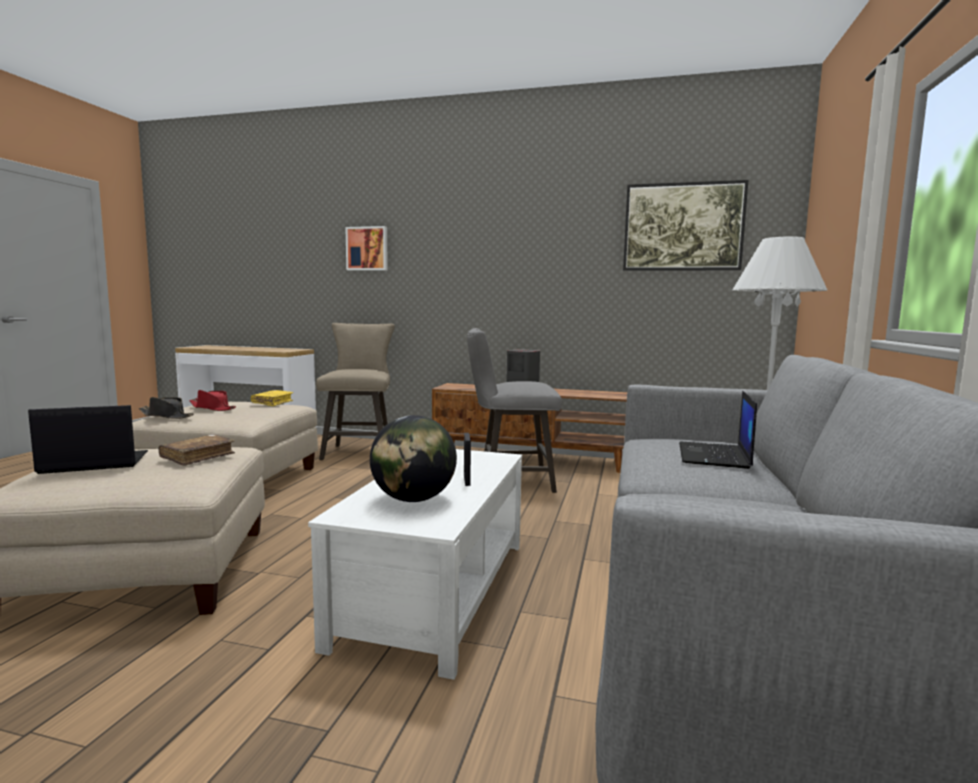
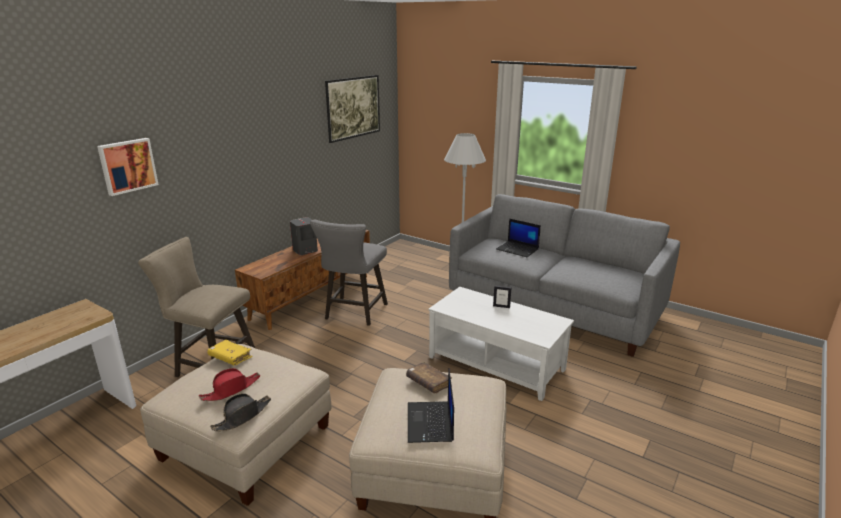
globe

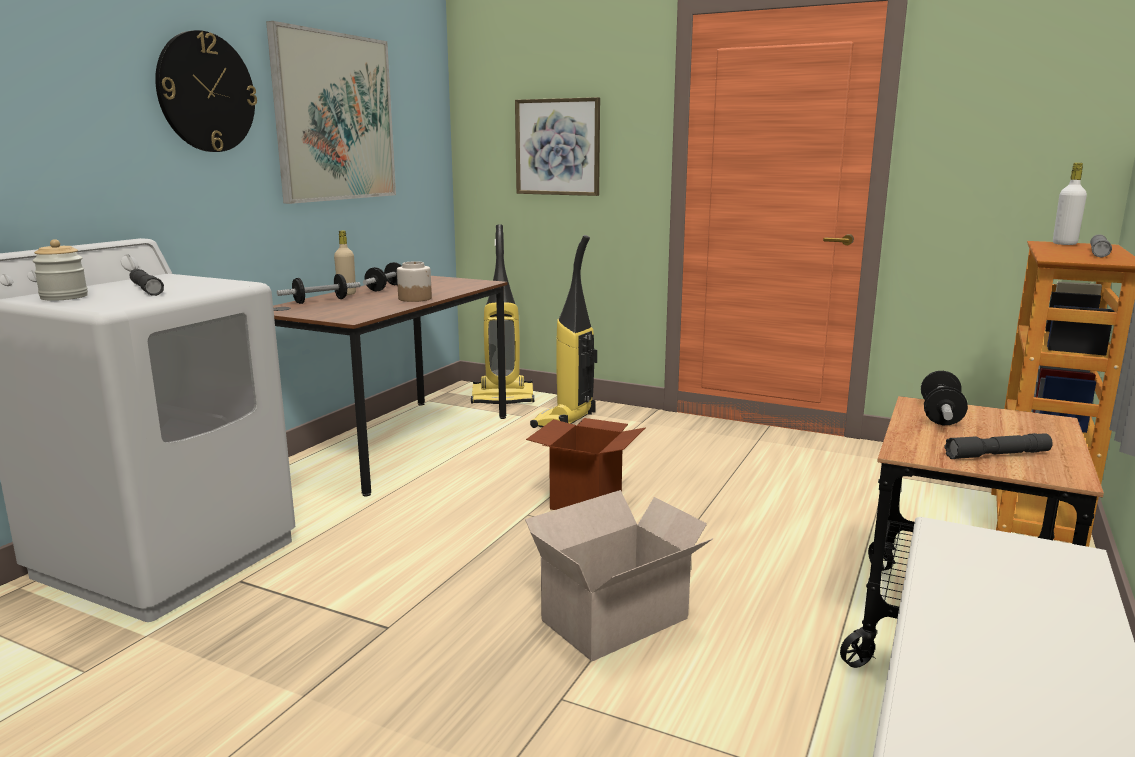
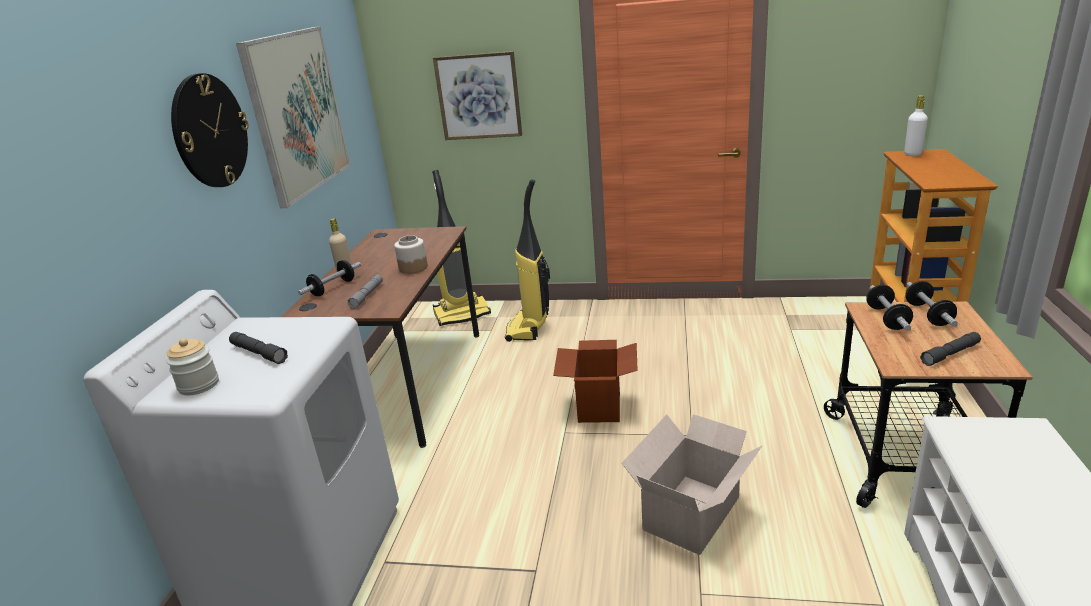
grey flashlight (no. 2 from left); dumbbell (no. 3 from left)

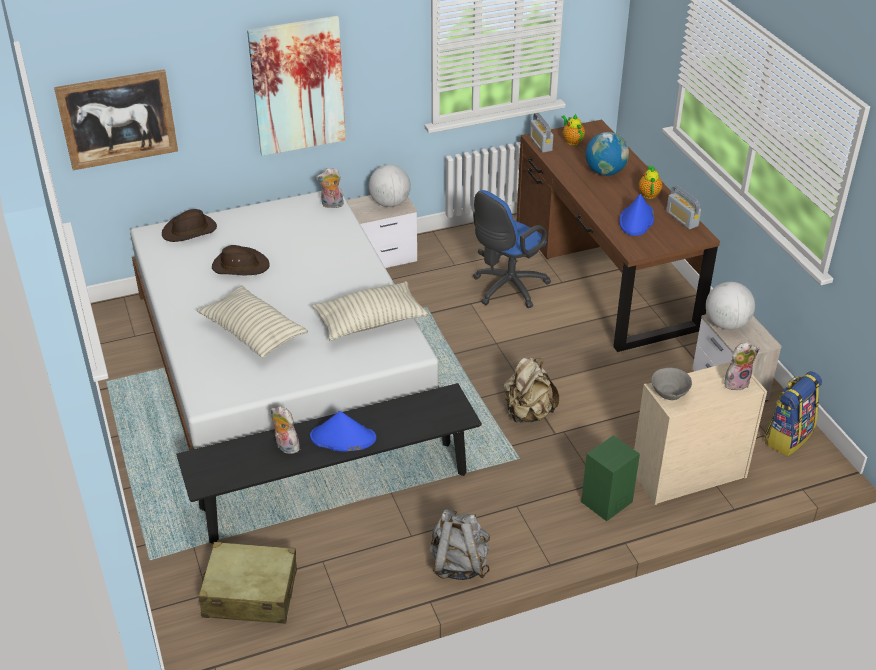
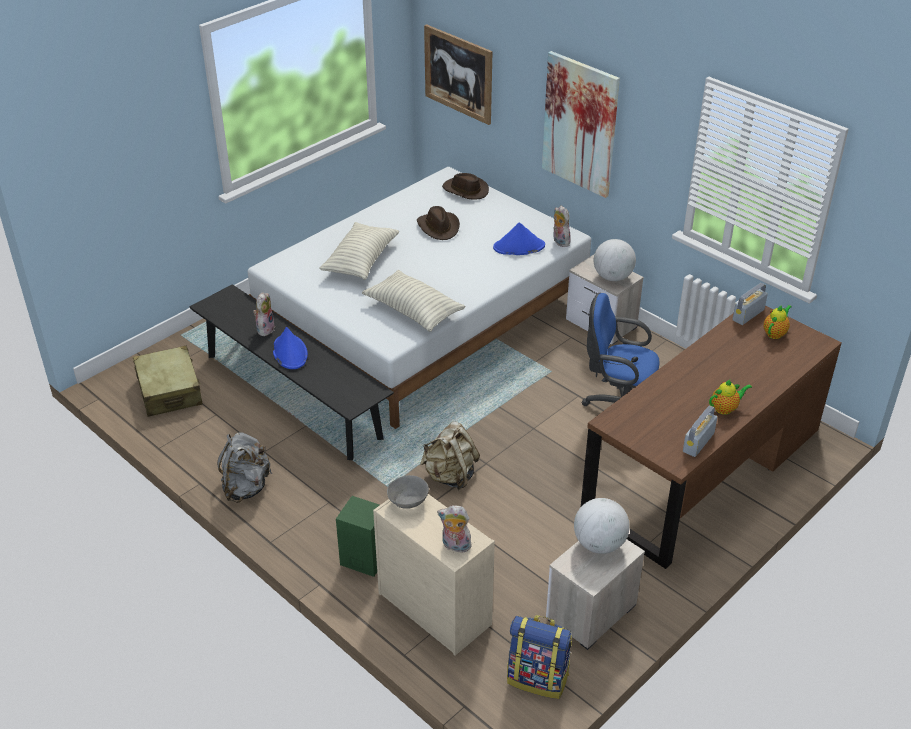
plush toy (no. 2 from left); blue hat (no. 2 from left); globe (no. 2 from left in the first image)

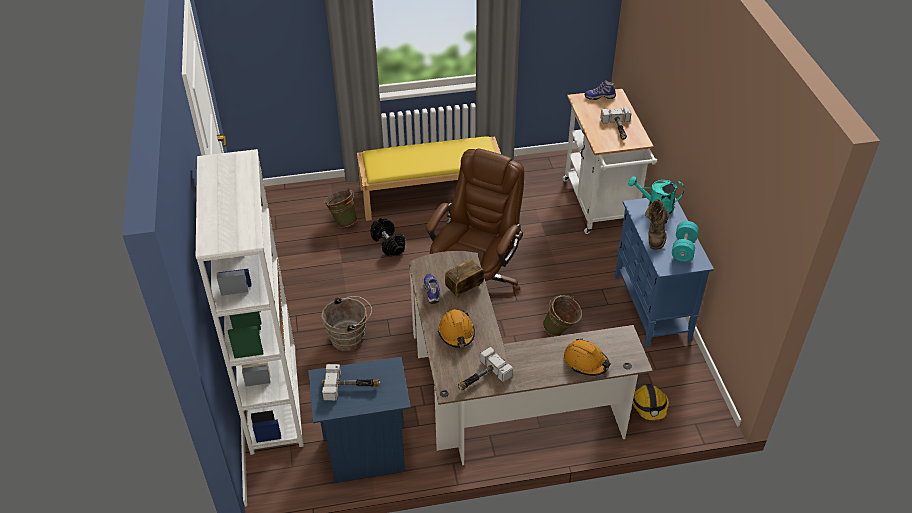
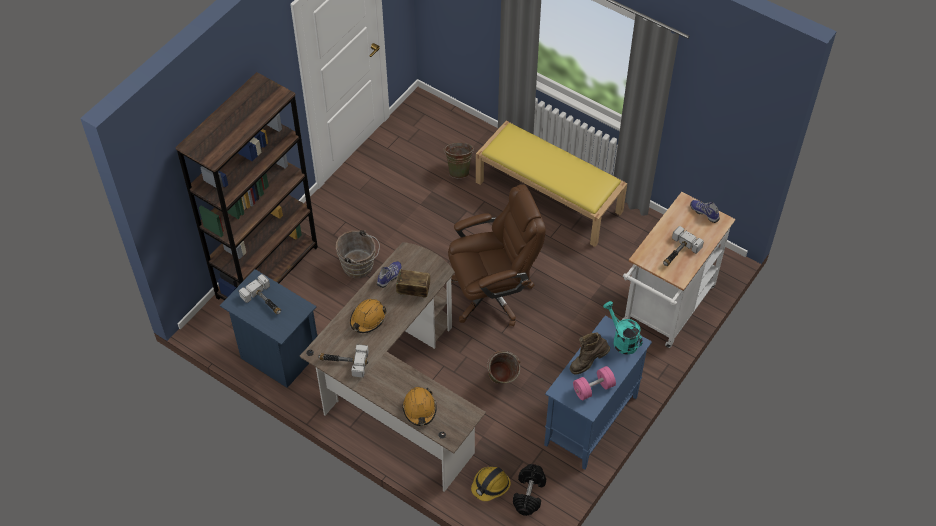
brown bookcase; black dumbbell; pink dumbbell

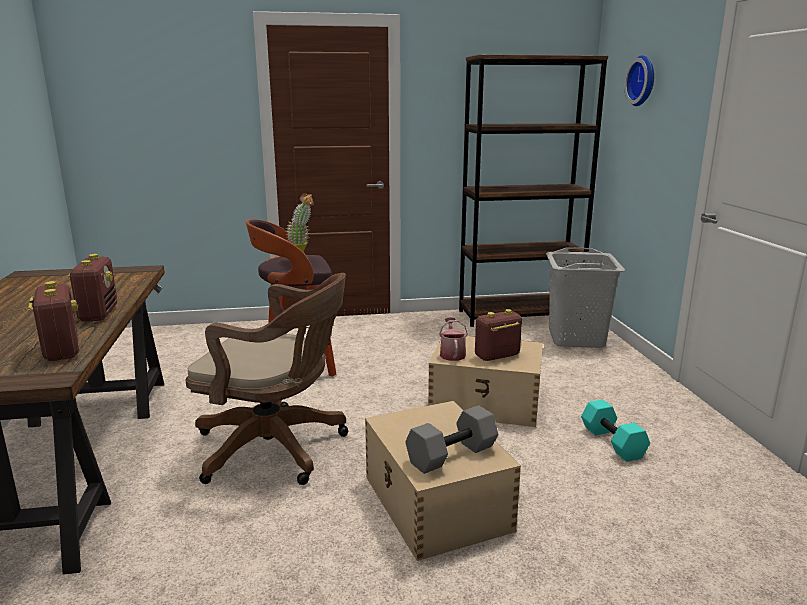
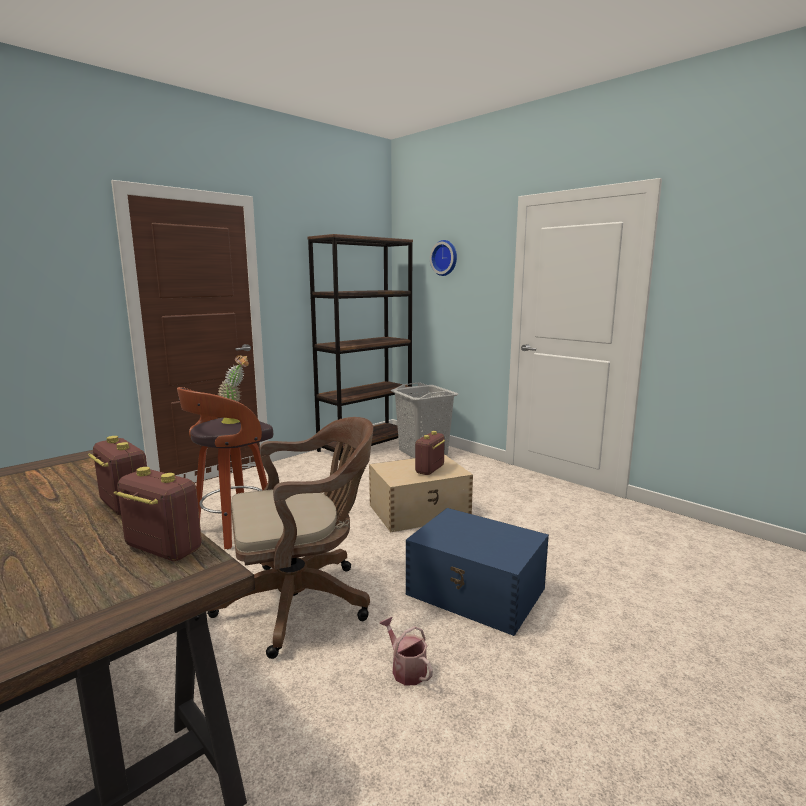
watering can; blue storage box; grey dumbbell; turquoise dumbbell

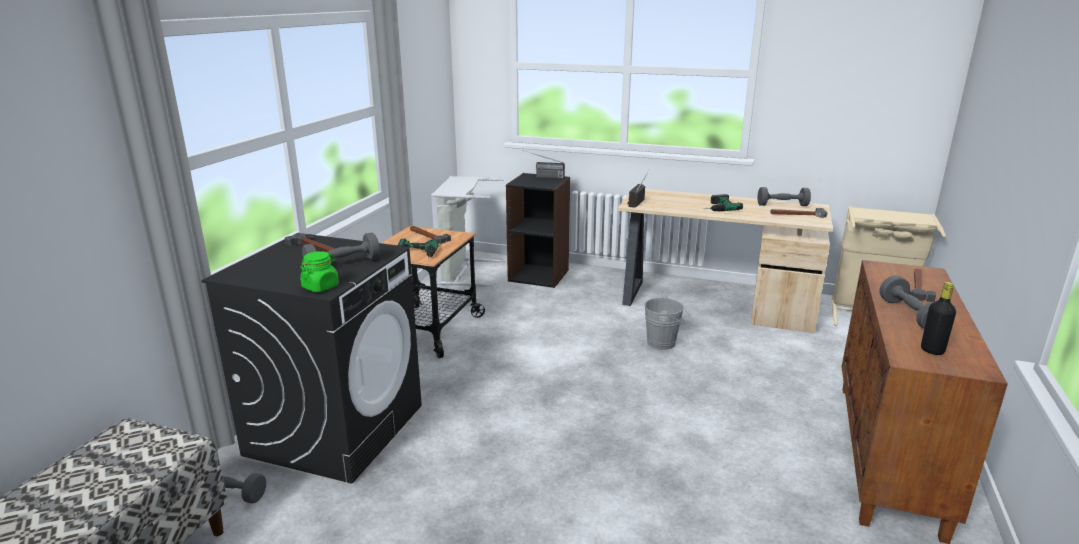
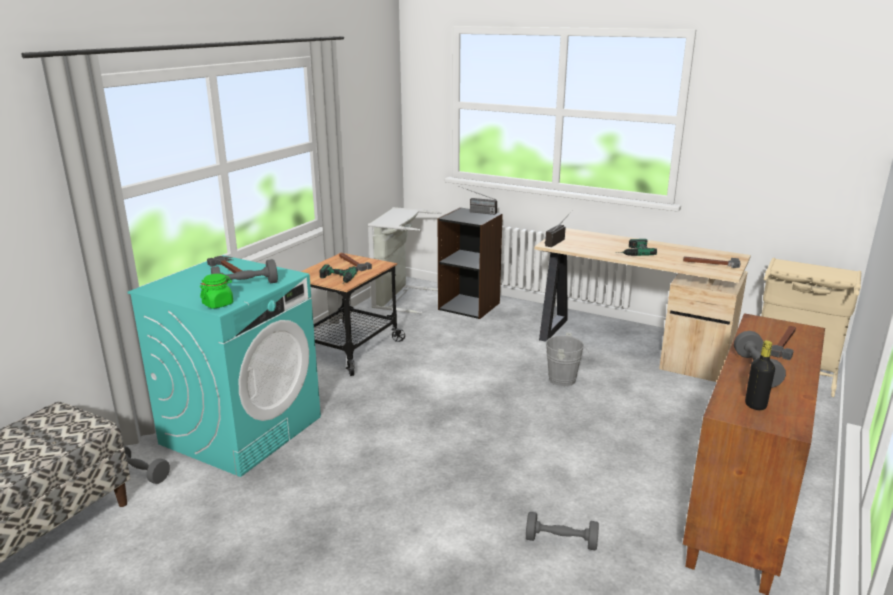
turquoise washing machine; grey dumbbell (no. 3 from left)

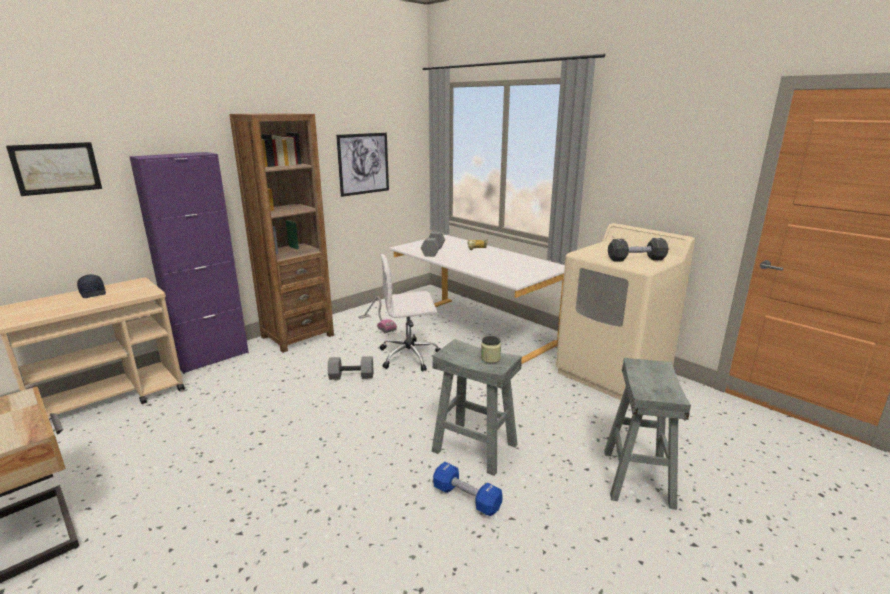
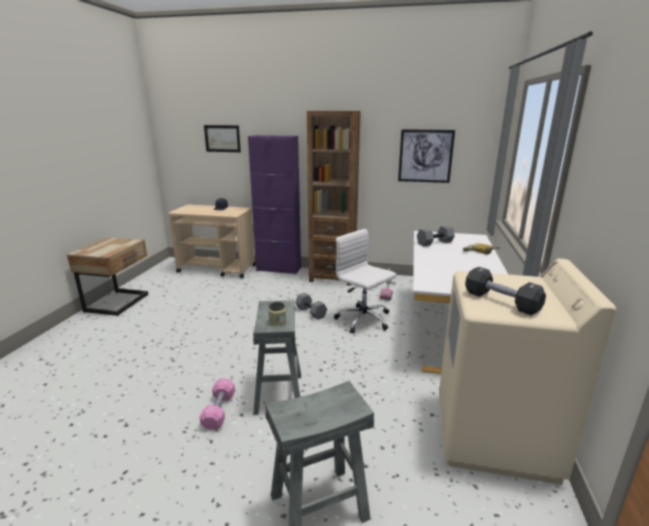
pink dumbbell

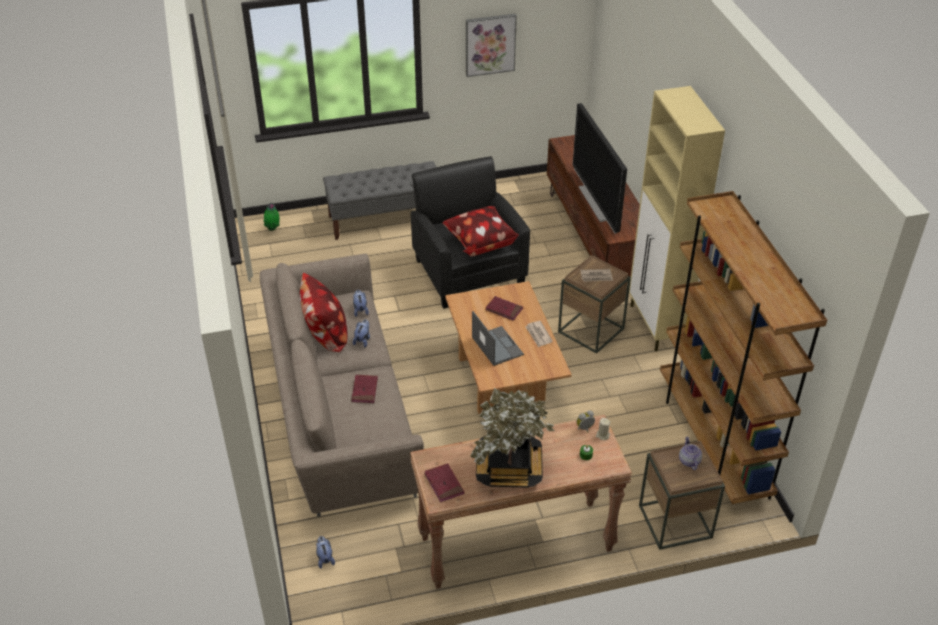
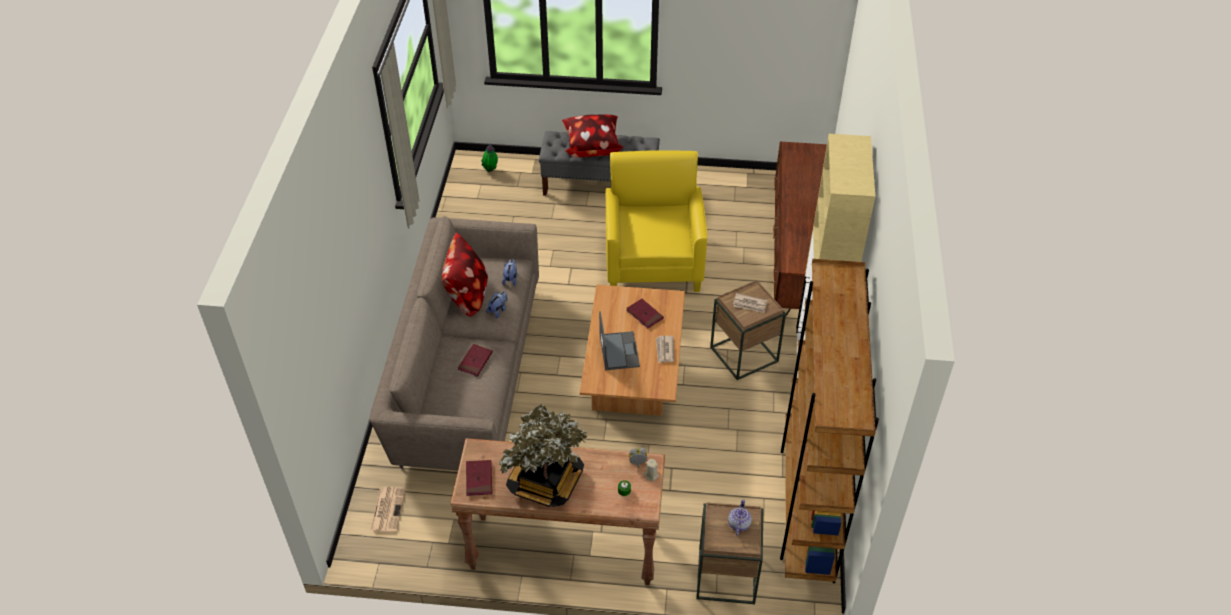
newspaper (no. 1 from left); pillow (no. 2 from left); yellow armchair; picture; television

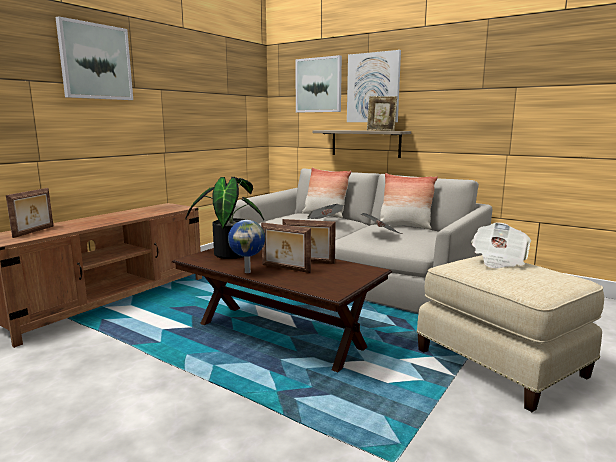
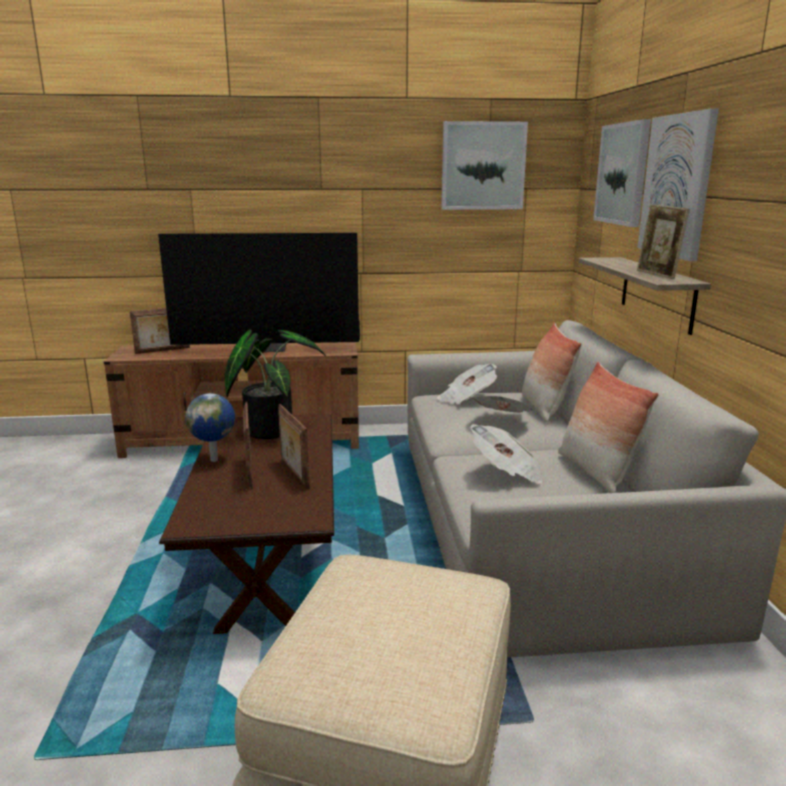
television; newspaper (no. 1 from left); picture (no. 1 from left)

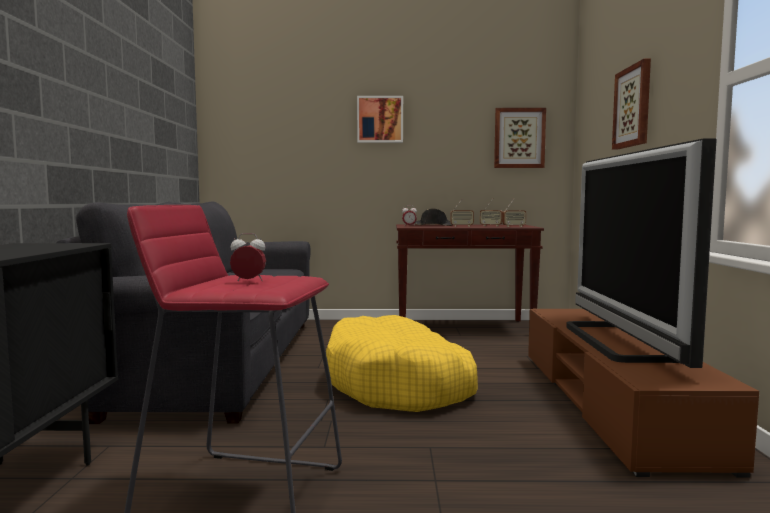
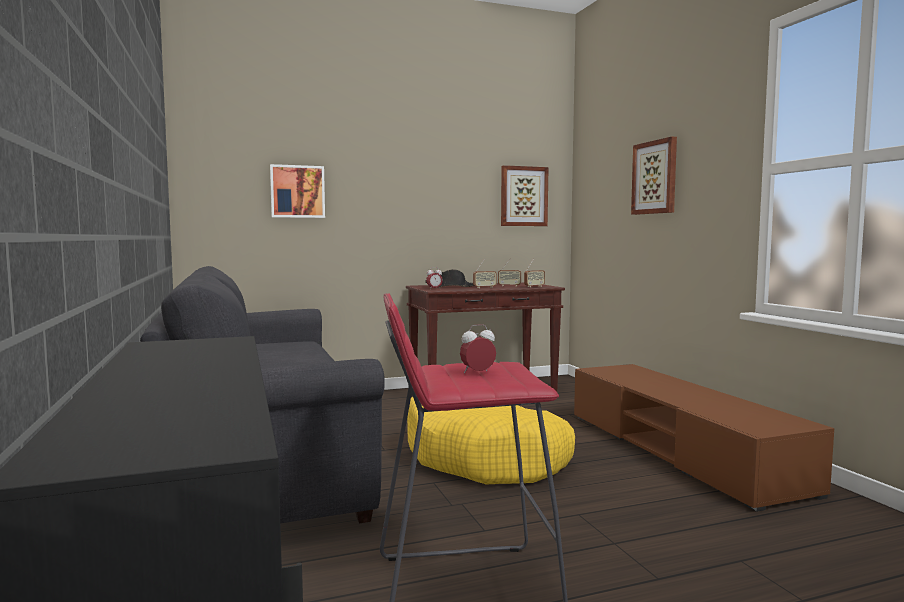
picture (no. 1 from left); television

